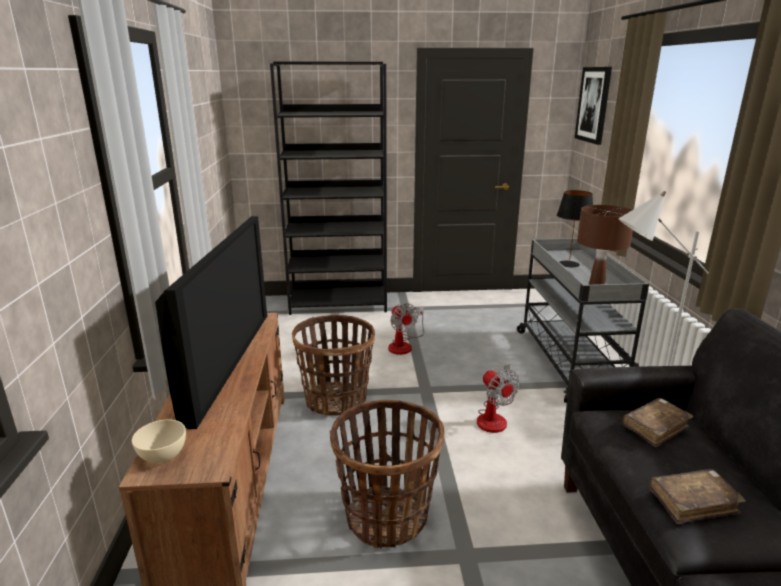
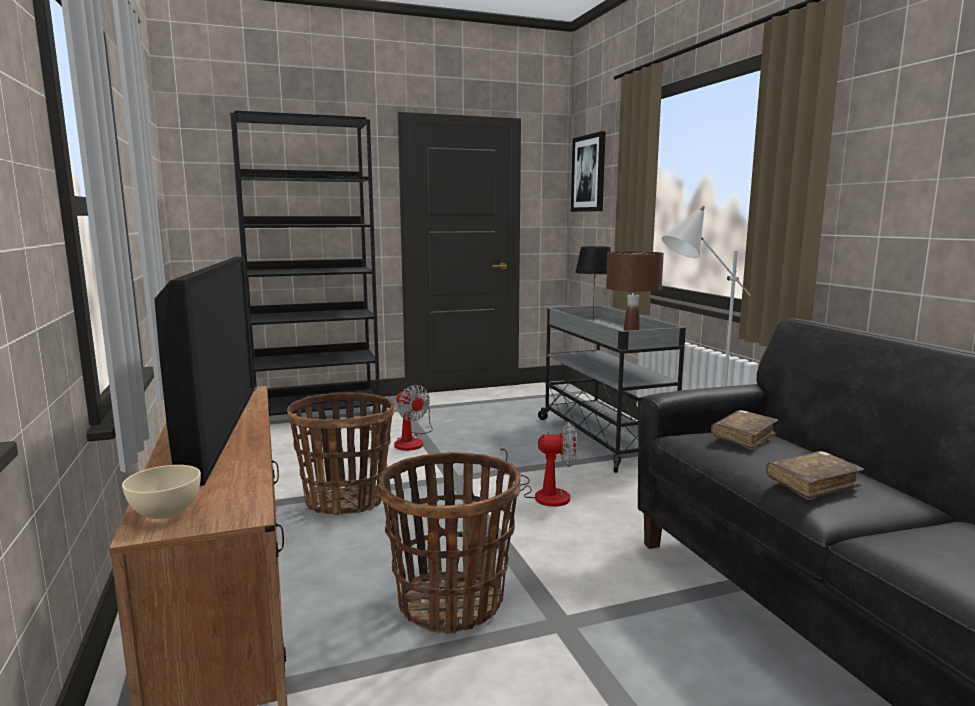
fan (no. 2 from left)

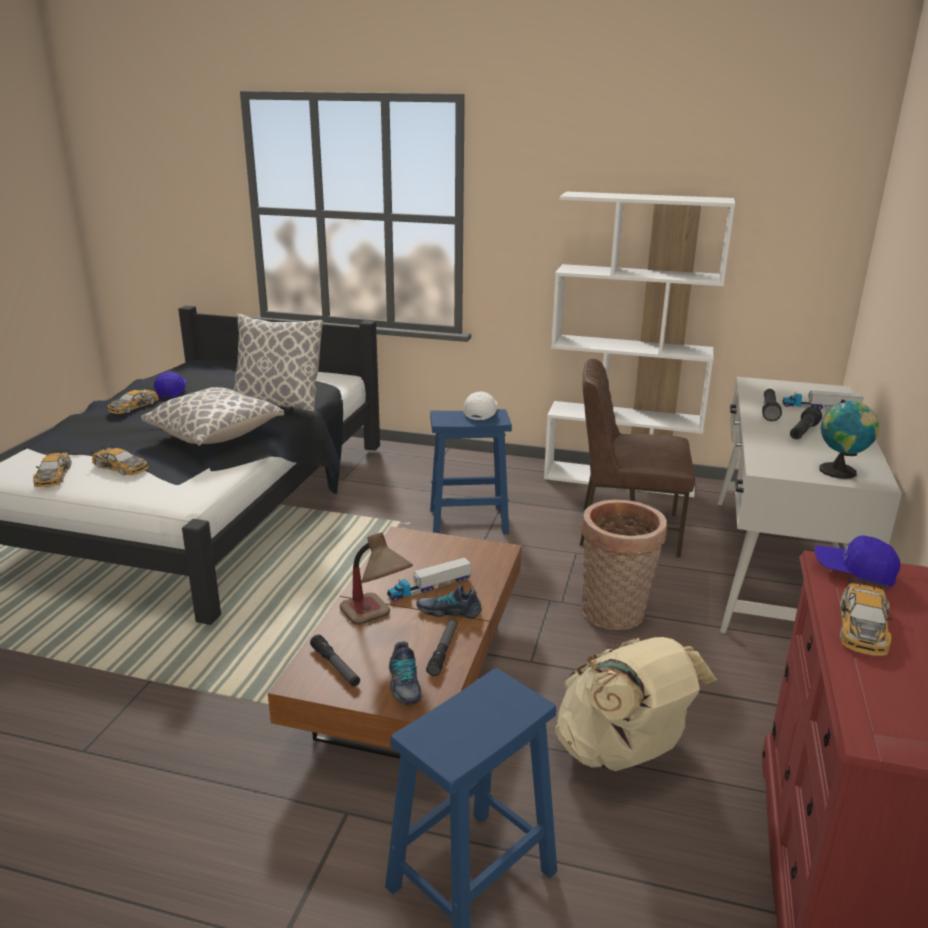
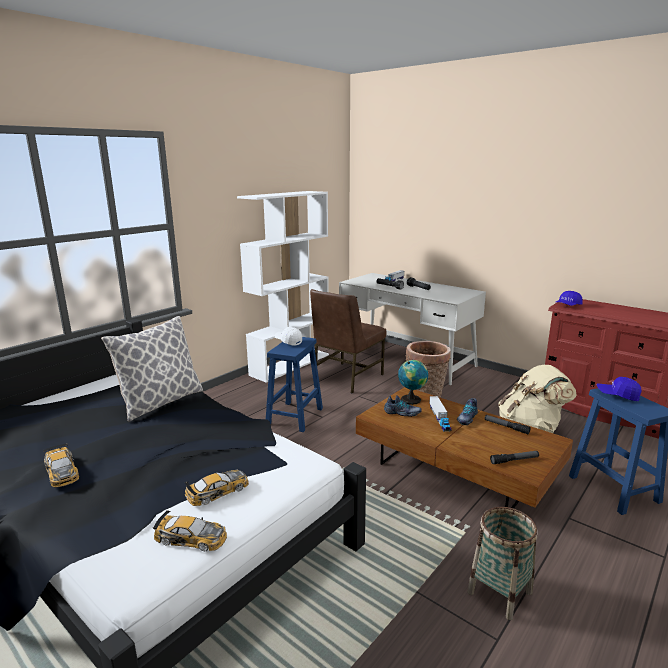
shoe (no. 1 from left); globe; basket (no. 2 from left); blue cap (no. 2 from left); pillow (no. 1 from left in the first image); table lamp; toy car (no. 4 from left in the first image)

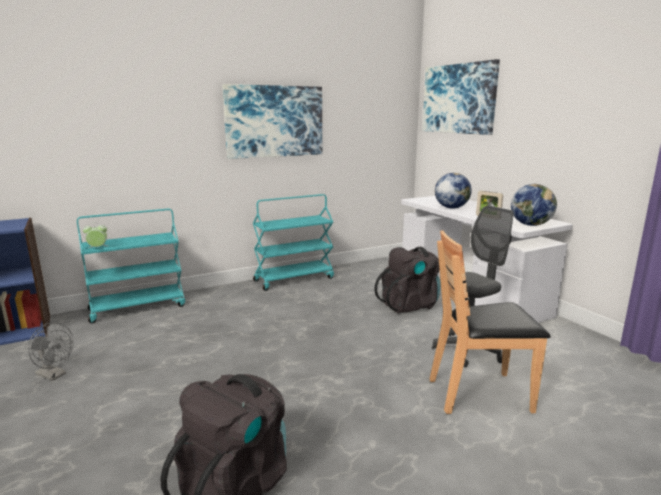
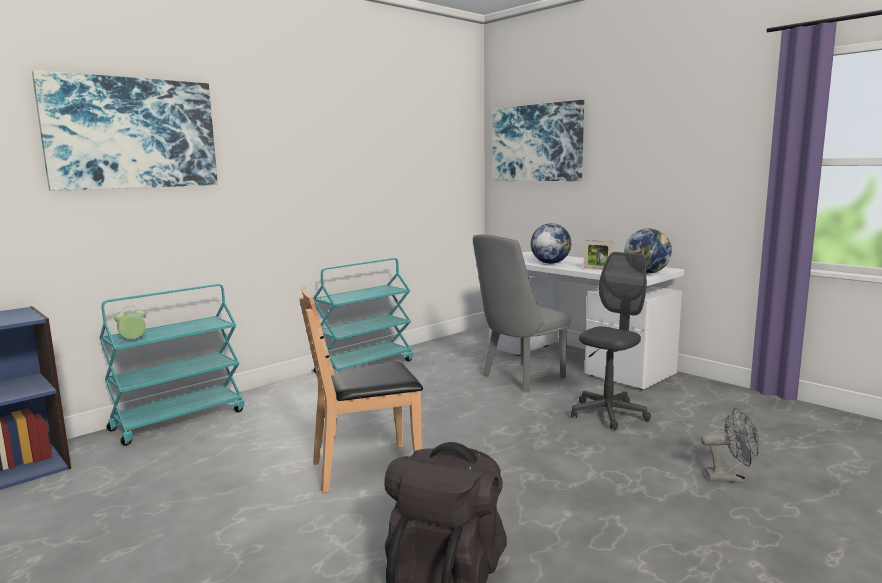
picture (no. 1 from left); brown chair; grey chair; grey fan

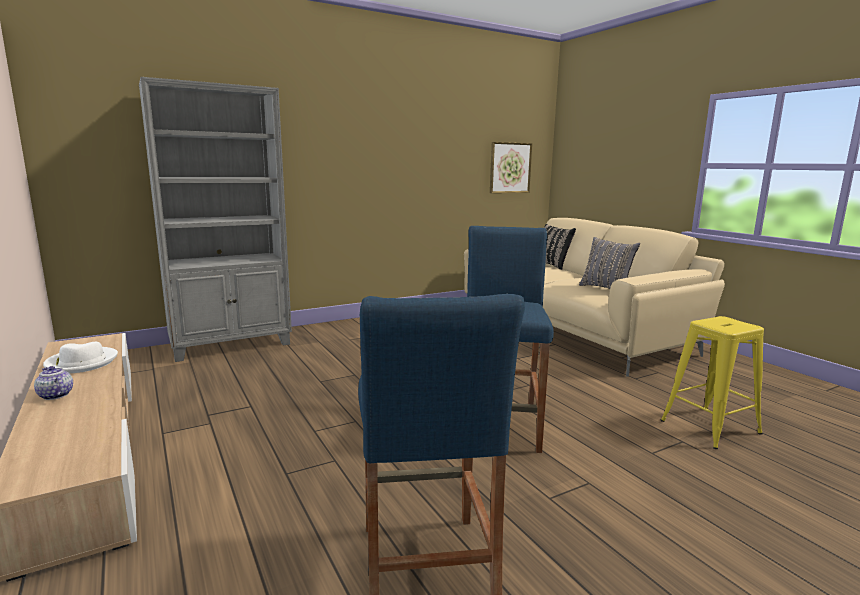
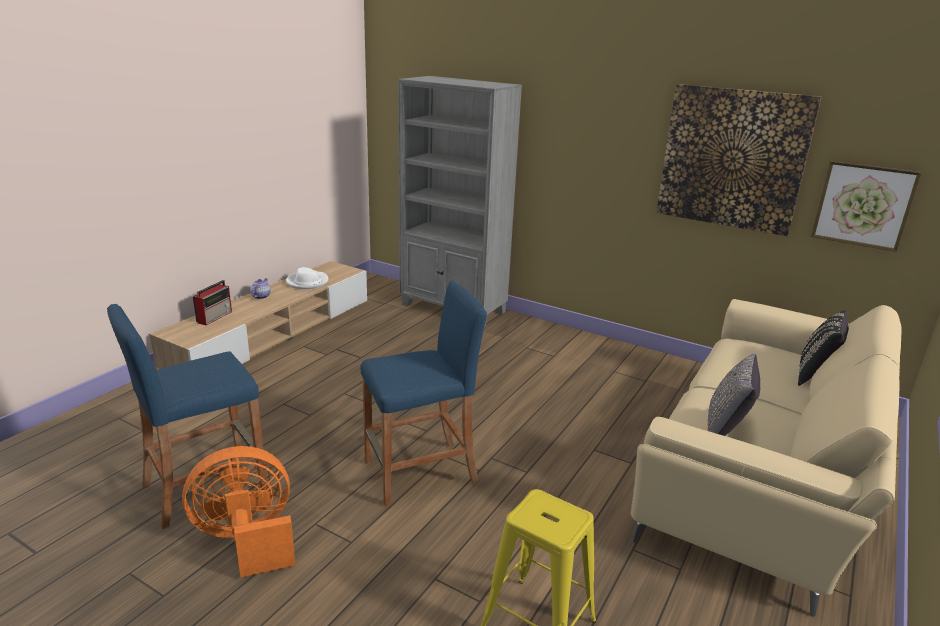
orange fan; radio; picture (no. 1 from left)

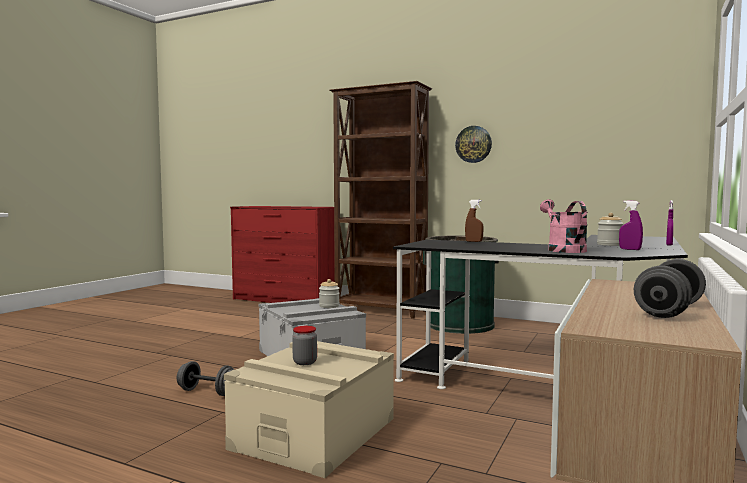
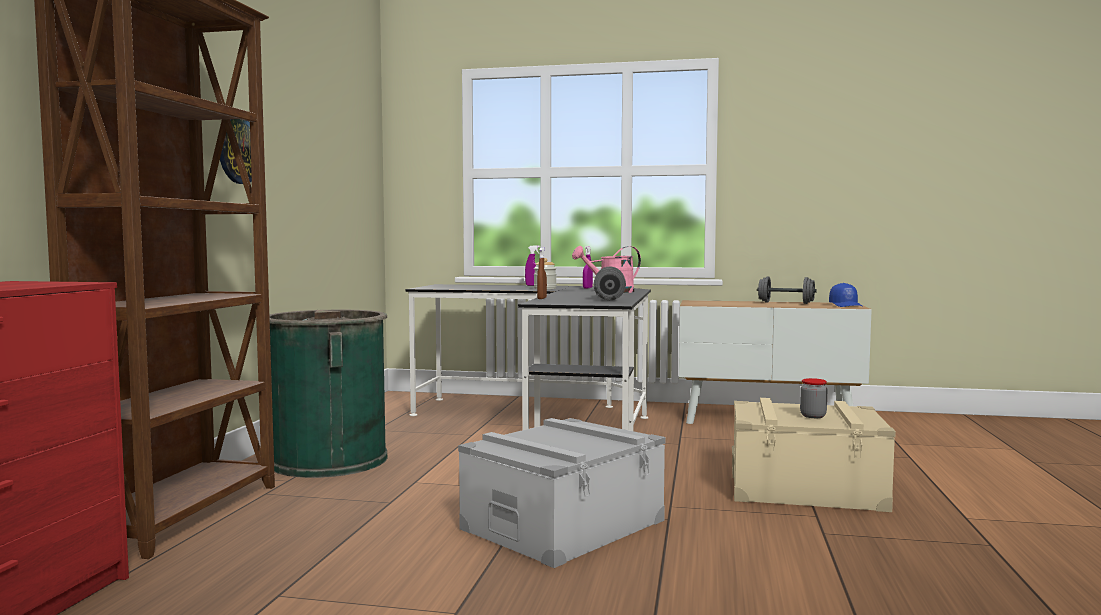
grey dumbbell (no. 1 from left); blue cap; jar (no. 2 from left in the first image)

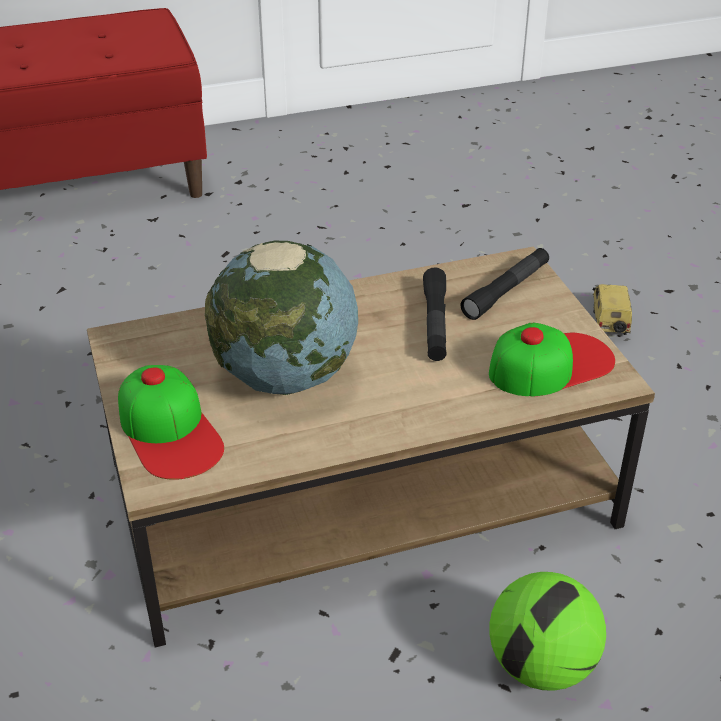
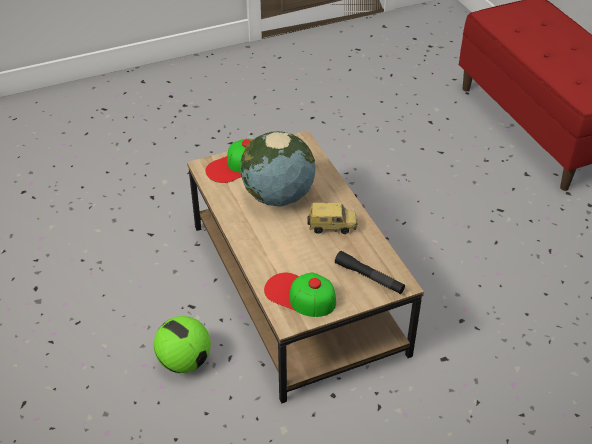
cap (no. 2 from left); toy car; black flashlight (no. 1 from left in the first image)

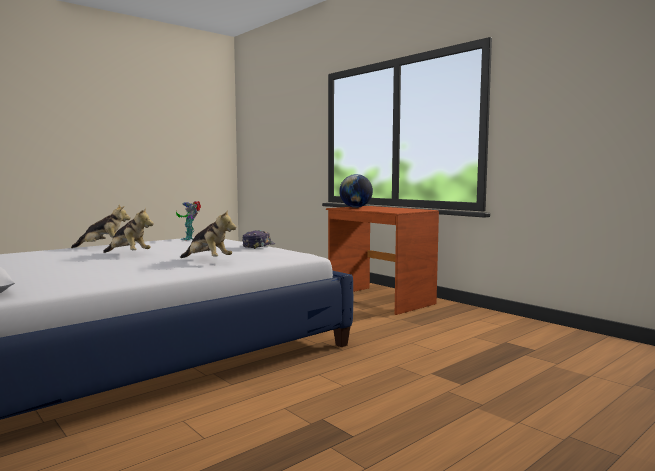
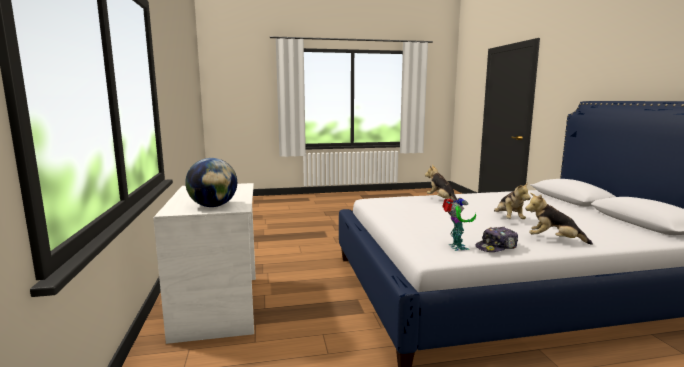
white desk; cap; plush toy (no. 2 from left)

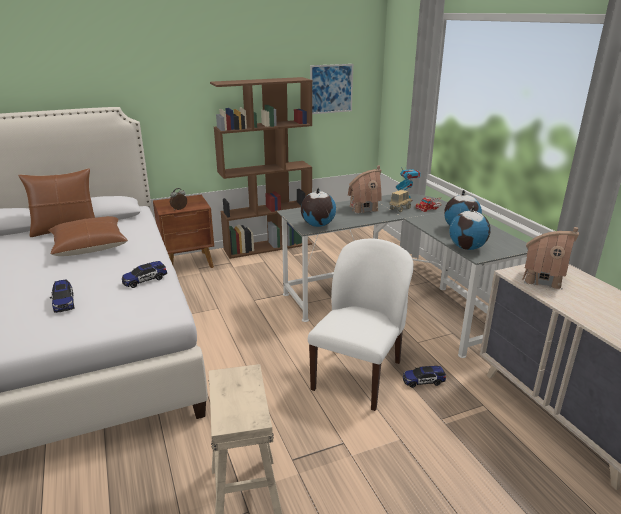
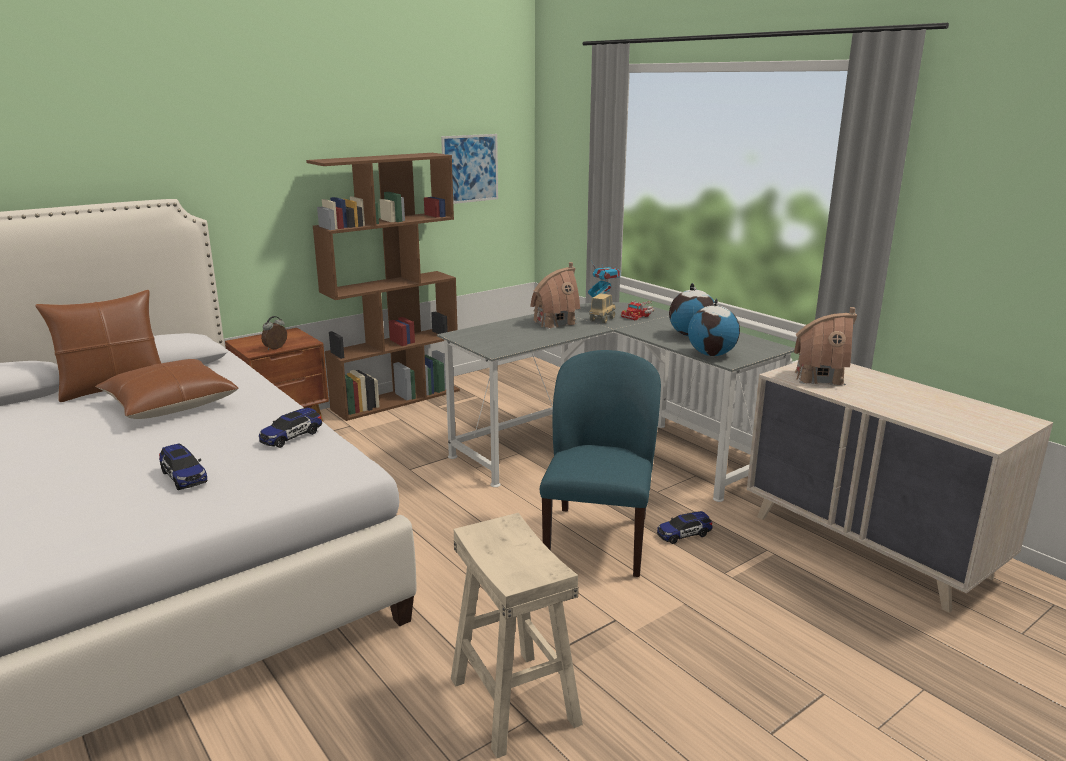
blue chair; globe (no. 1 from left in the first image)

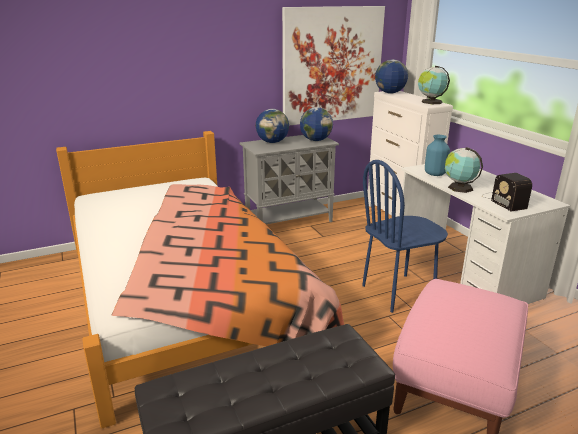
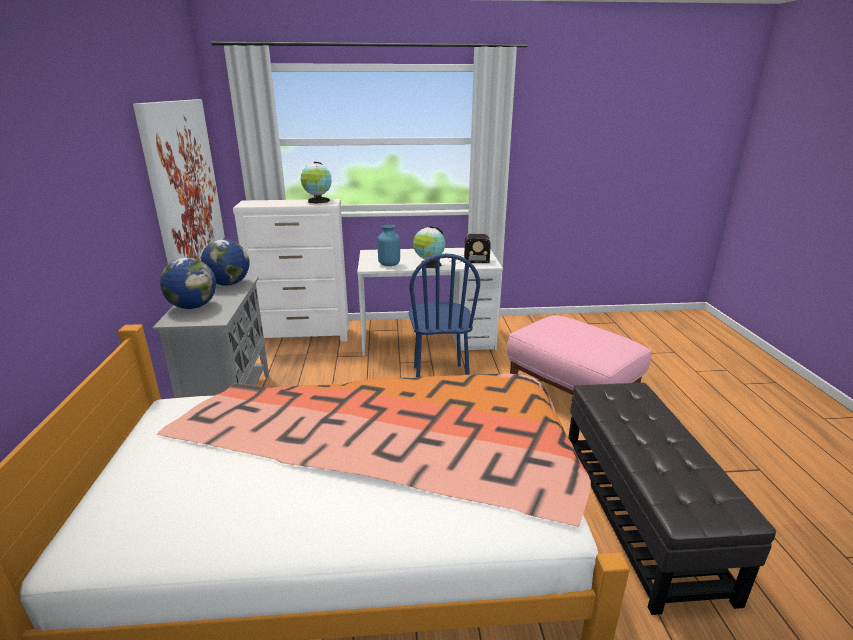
globe (no. 3 from left in the first image)

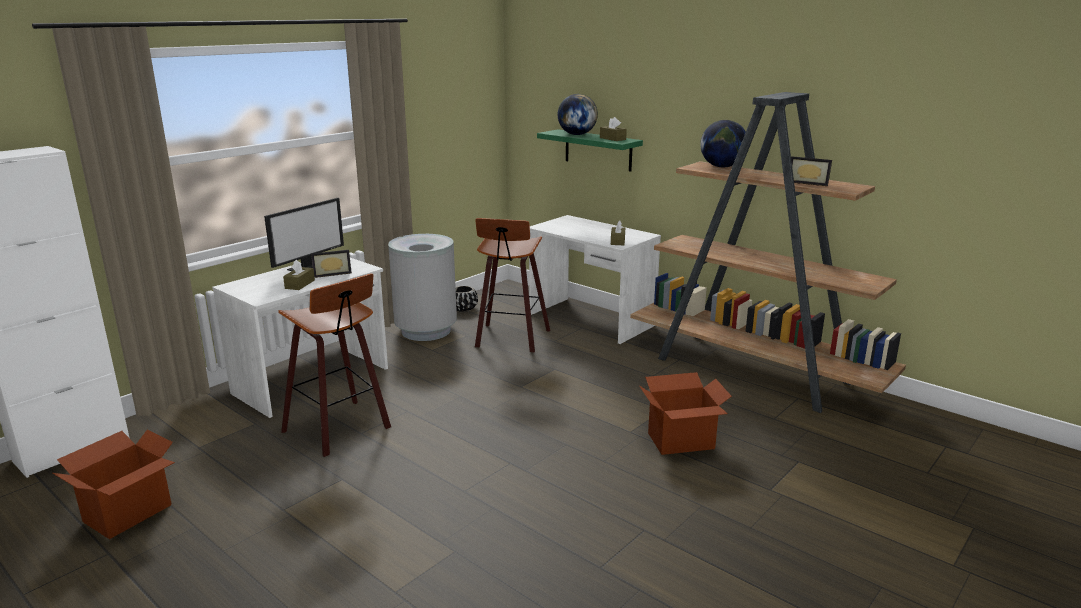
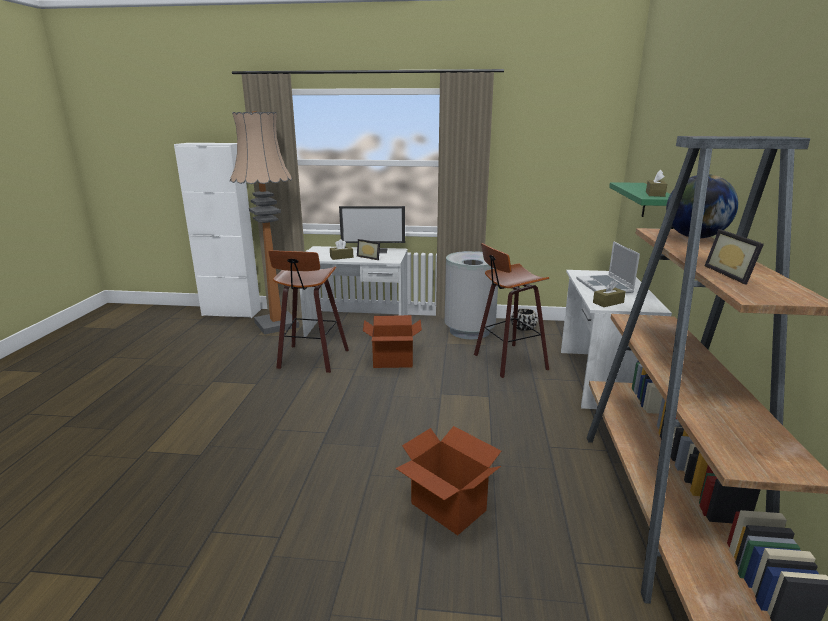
floor lamp; cardboard box (no. 1 from left); laptop; globe (no. 1 from left in the first image)

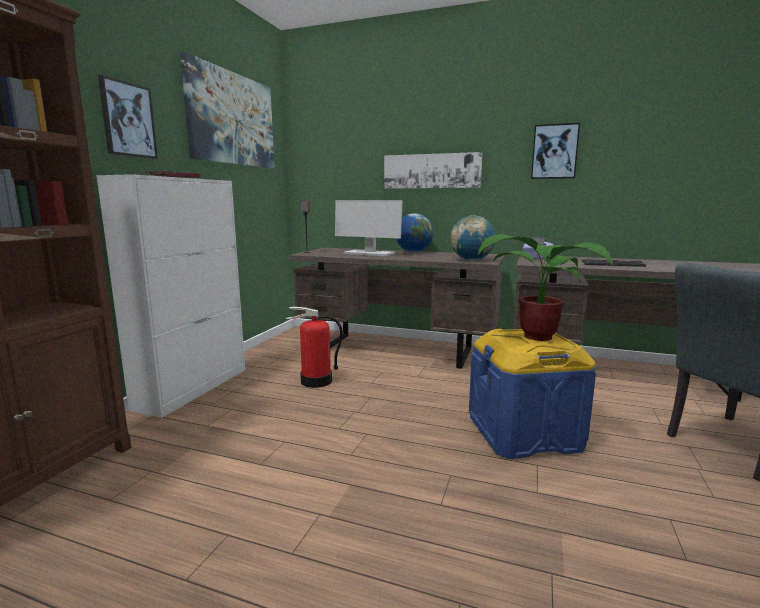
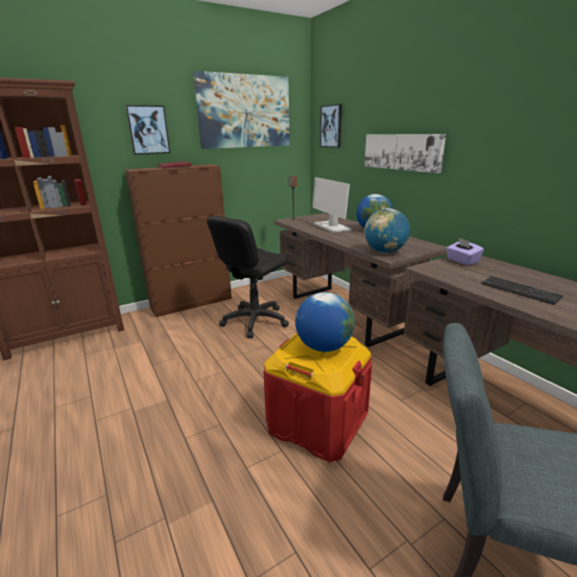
brown cabinet; black office chair; red storage box; globe (no. 1 from left); picture (no. 3 from left)

